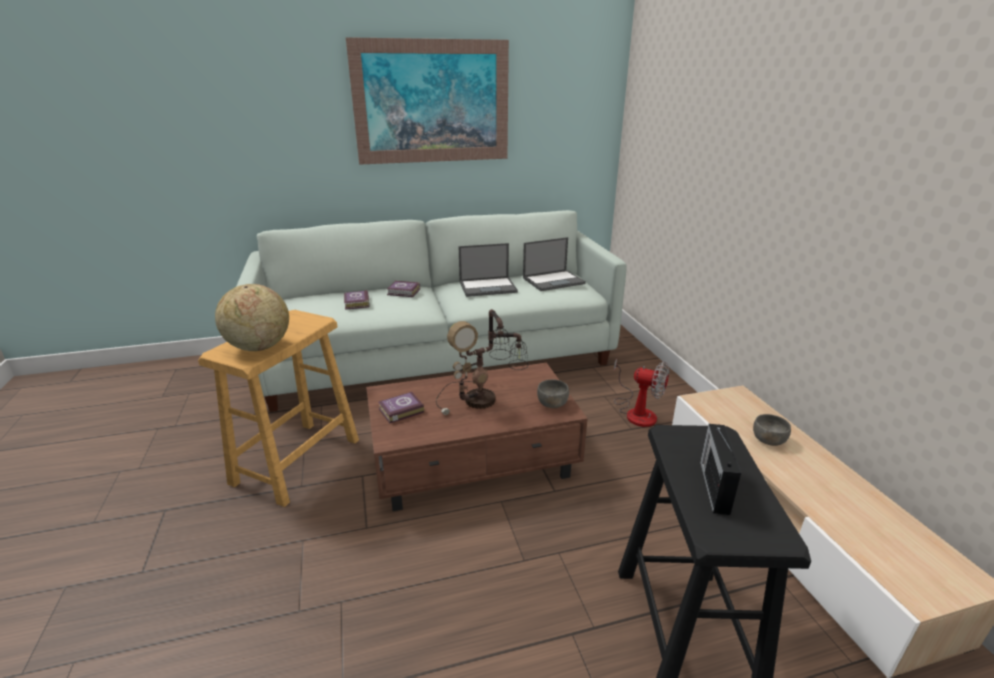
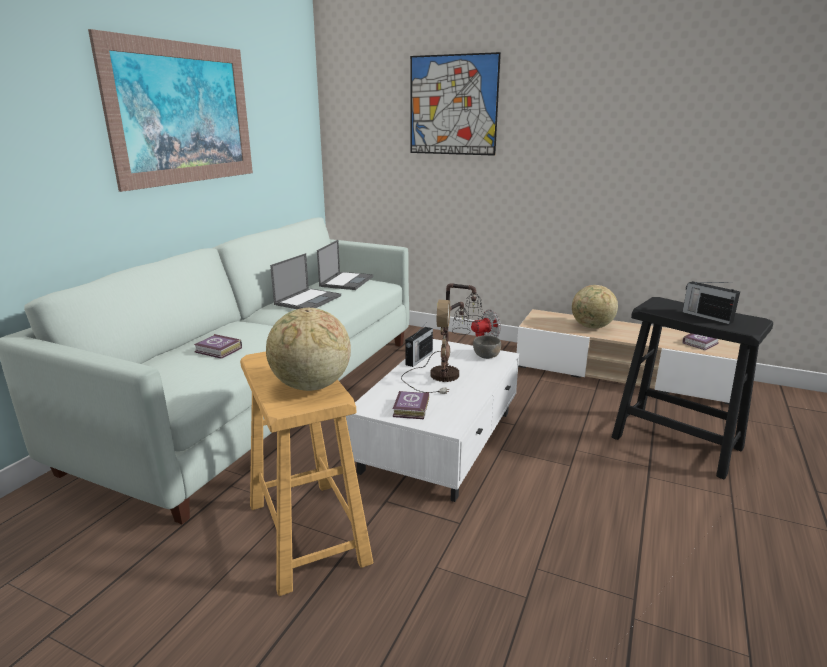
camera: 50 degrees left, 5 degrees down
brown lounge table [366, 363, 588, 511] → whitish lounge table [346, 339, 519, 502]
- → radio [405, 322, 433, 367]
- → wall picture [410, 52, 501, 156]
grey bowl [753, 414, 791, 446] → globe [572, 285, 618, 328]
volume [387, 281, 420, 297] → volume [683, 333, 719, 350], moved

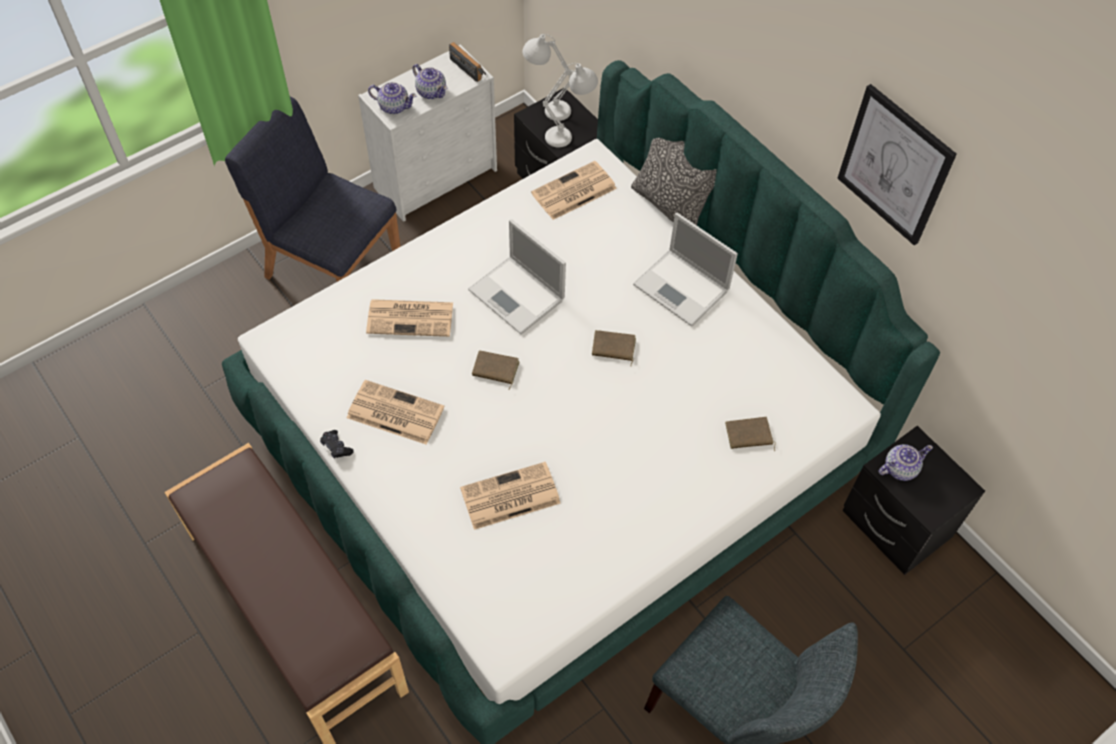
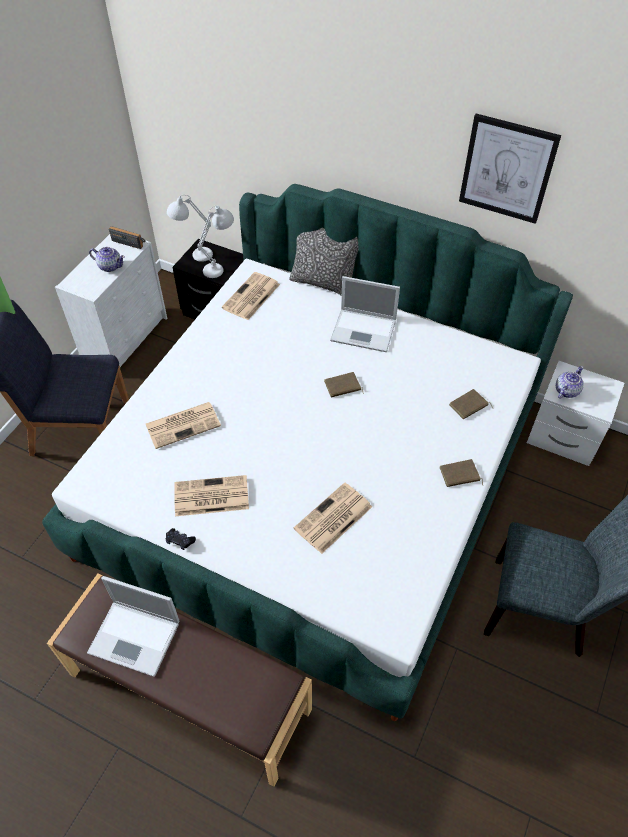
camera: 25 degrees left, 5 degrees down
laptop [468, 219, 566, 335] → laptop [87, 576, 179, 677], moved
brown volume [472, 350, 520, 390] → brown volume [440, 459, 483, 487], moved
black bedside table [843, 426, 985, 575] → whitish bedside table [527, 361, 624, 466]
pot for tea [368, 82, 416, 114] → -

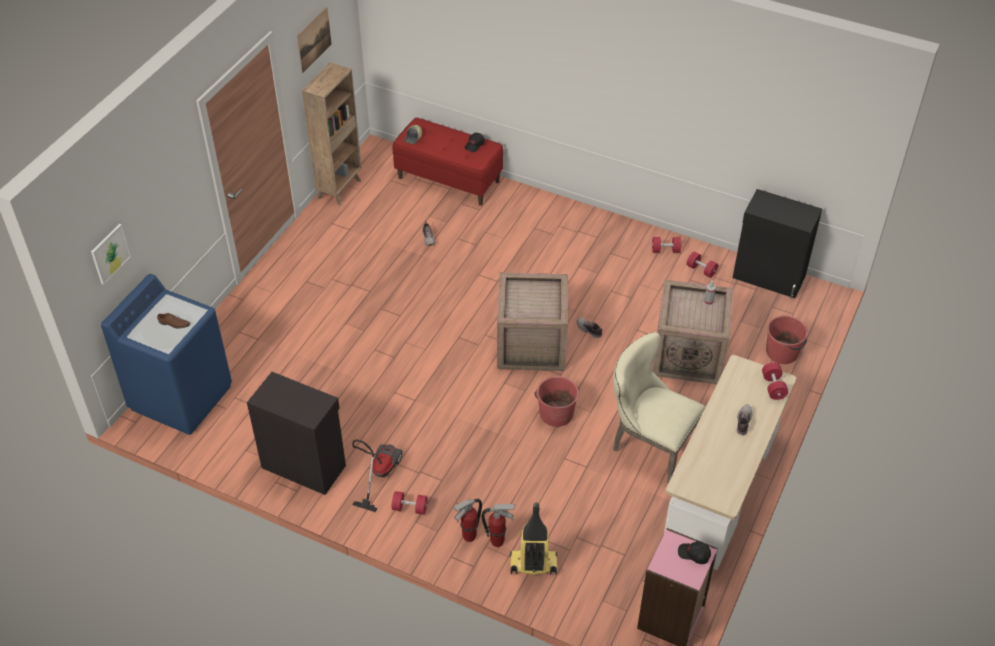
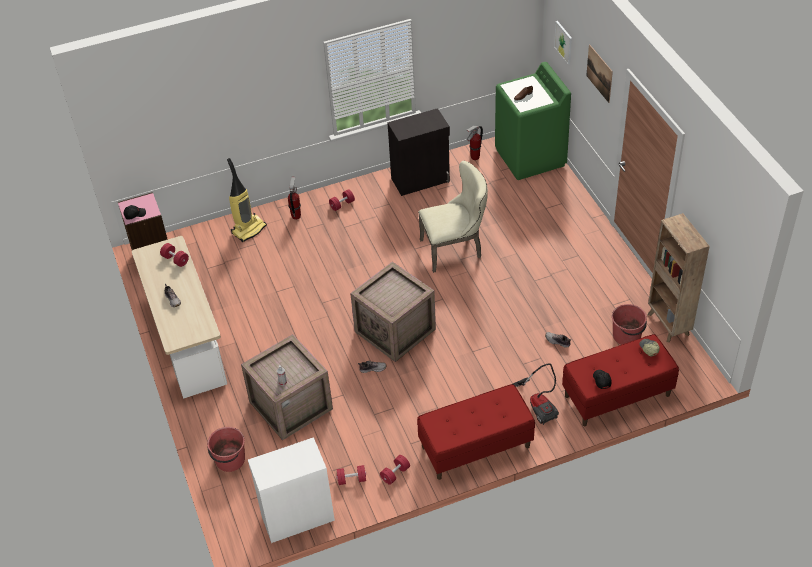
camera: 135 degrees right, 0 degrees up
red hand weight [762, 363, 788, 400] → red hand weight [160, 243, 189, 267], moved
black cupboard [733, 189, 822, 299] → whitish cupboard [248, 437, 335, 543]
- → red bench [417, 384, 535, 480]
beige-coloured chair [613, 332, 706, 483] → beige-coloured chair [418, 161, 488, 273], moved
extinguisher [481, 504, 515, 547] → extinguisher [466, 125, 483, 160], moved
bluish laundry appliance [101, 274, 232, 435] → green-coloured laundry appliance [495, 62, 571, 180]
vacuum [352, 439, 403, 512] → vacuum [513, 363, 559, 425], moved
wall picture [297, 7, 332, 73] → wall picture [586, 44, 613, 103], moved
red pail [535, 376, 580, 427] → red pail [612, 304, 647, 345], moved

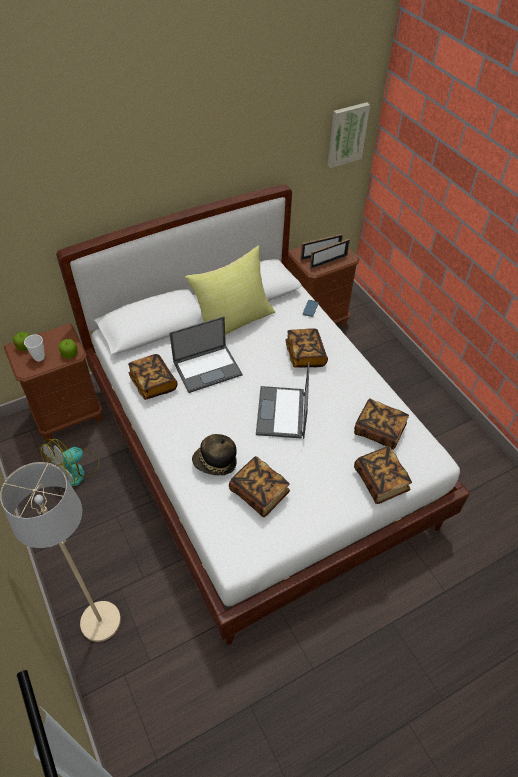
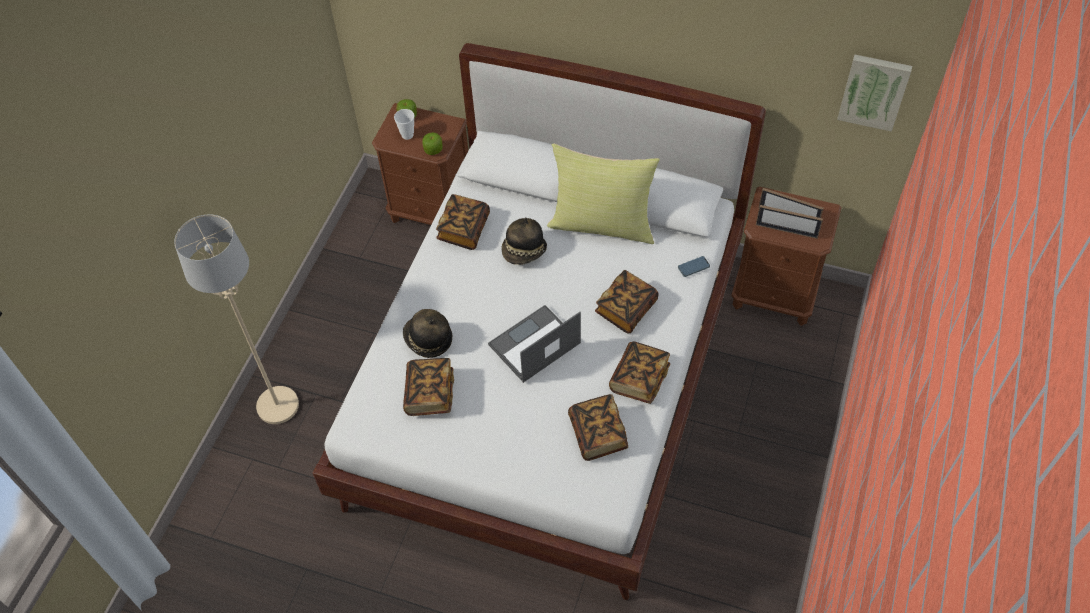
camera: 50 degrees right, 5 degrees up
laptop [170, 316, 242, 393] → hat [502, 218, 547, 265]
volume [354, 446, 412, 504] → volume [609, 341, 670, 404], moved
cooling fan [40, 439, 100, 486] → -

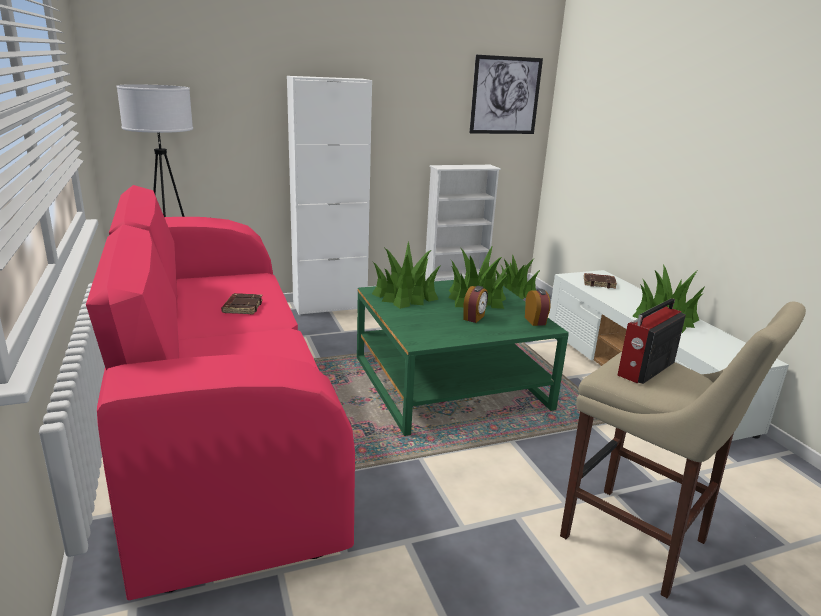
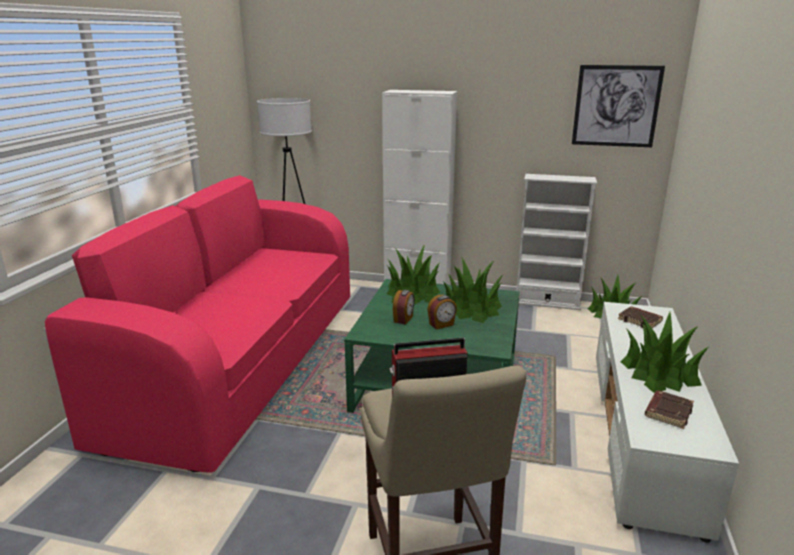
camera: 35 degrees right, 0 degrees up
bedside clock [525, 289, 551, 326] → bedside clock [393, 290, 415, 324], moved
brown volume [221, 293, 263, 315] → brown volume [645, 390, 694, 429], moved

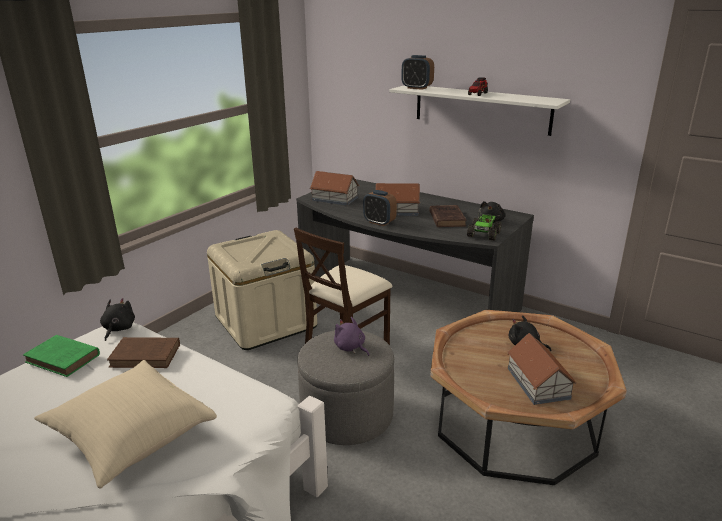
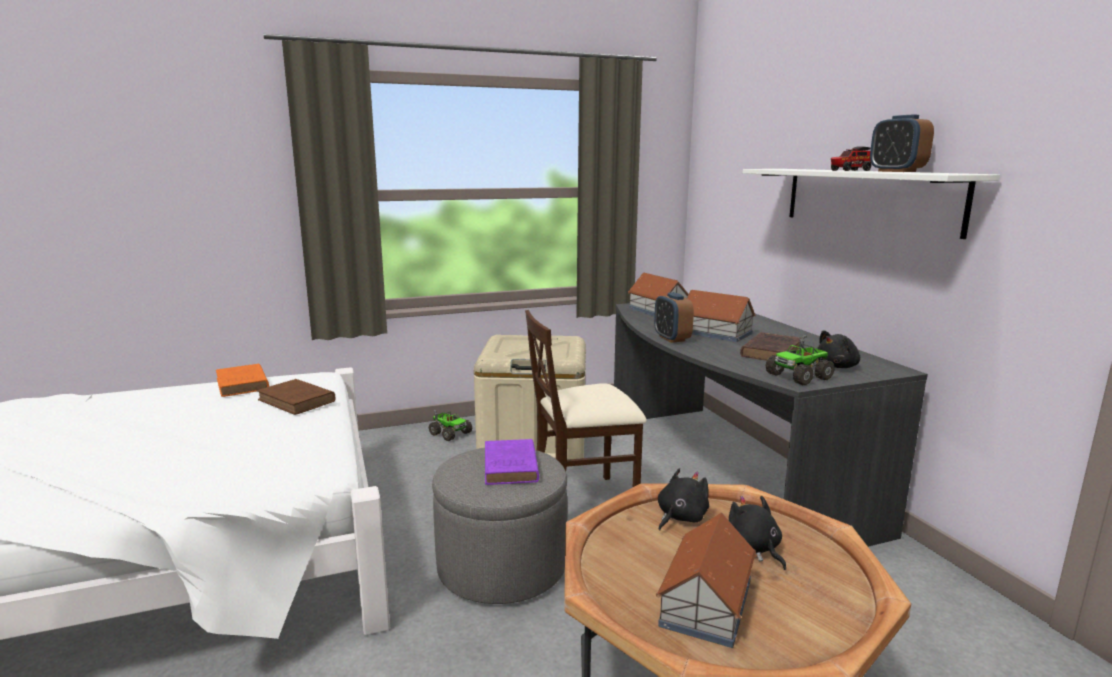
camera: 35 degrees right, 10 degrees down
green-coloured volume [23, 335, 100, 377] → orange volume [216, 364, 269, 397]
- → model truck [429, 410, 472, 441]
purple-coloured plush toy [334, 317, 369, 356] → purple-coloured volume [485, 439, 539, 485]
black plush toy [100, 298, 135, 341] → black plush toy [658, 468, 709, 531], moved
bedside clock [401, 55, 434, 90] → bedside clock [870, 115, 934, 172], moved
beige-coloured pillow [34, 360, 217, 488] → -

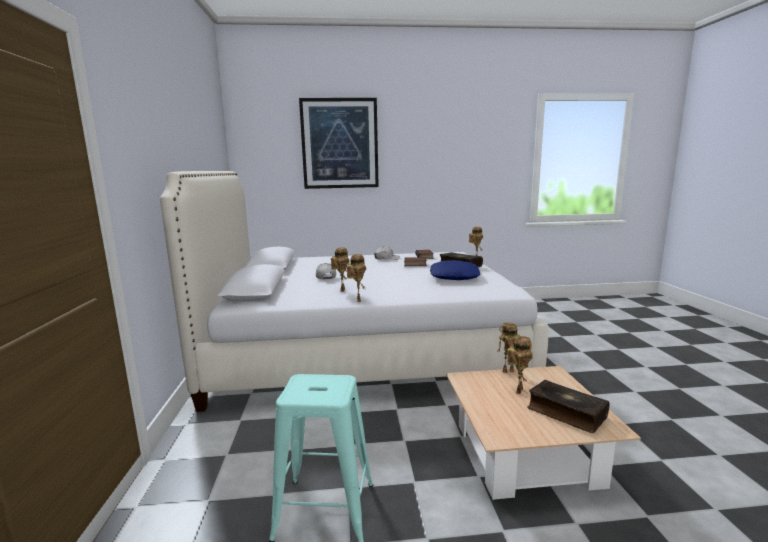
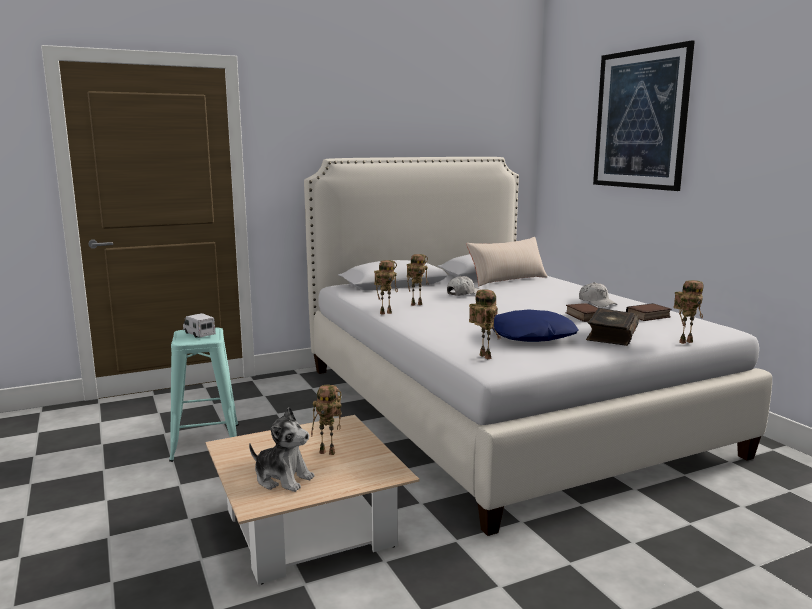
camera: 70 degrees right, 0 degrees up
- → model truck [183, 313, 216, 338]
volume [527, 380, 610, 433] → plush toy [249, 407, 315, 492]
- → beige-coloured pillow [466, 237, 547, 286]
robot figure [497, 322, 520, 373] → robot figure [469, 289, 501, 359], moved

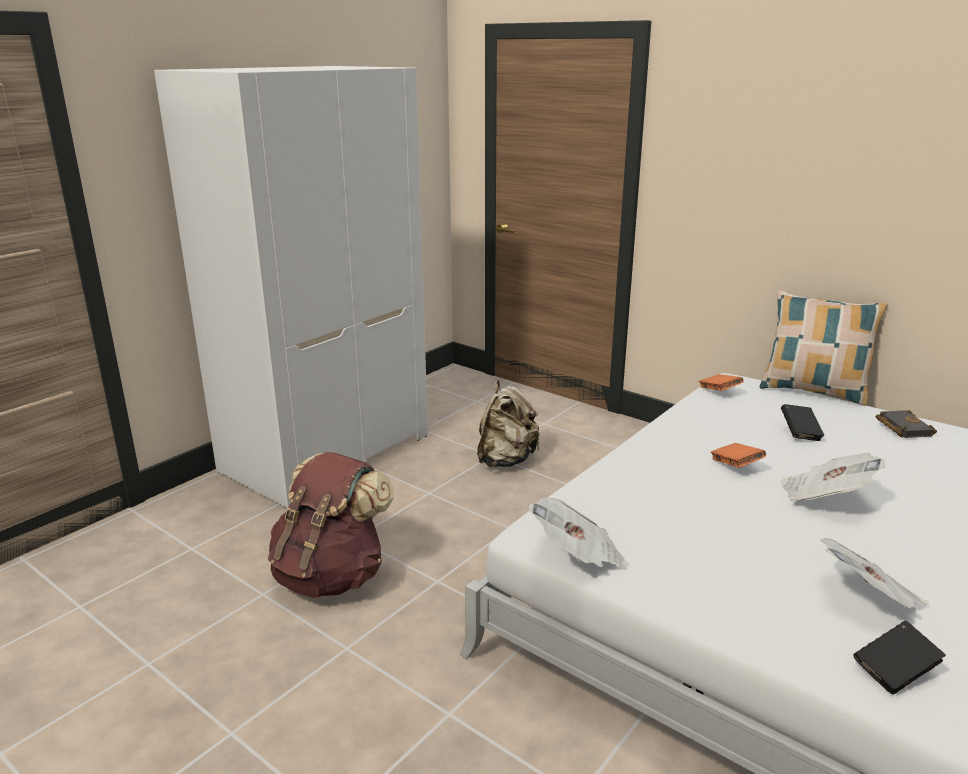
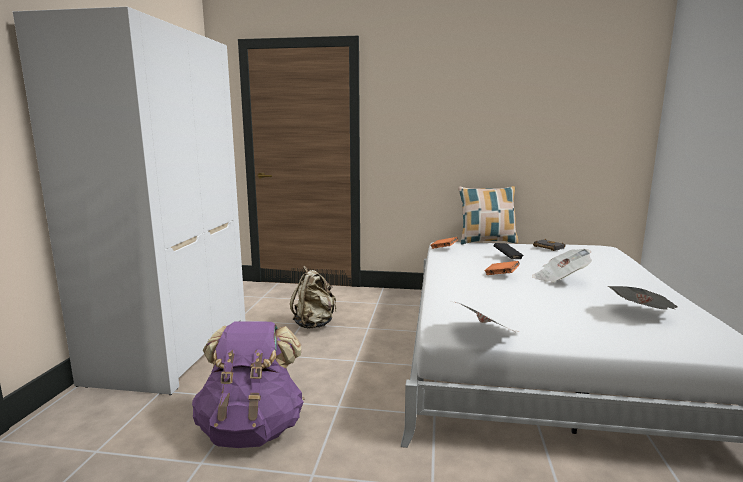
camera: 30 degrees left, 10 degrees down
brown rucksack [268, 452, 394, 598] → purple-coloured rucksack [192, 321, 305, 448]
black volume [854, 621, 946, 695] → -

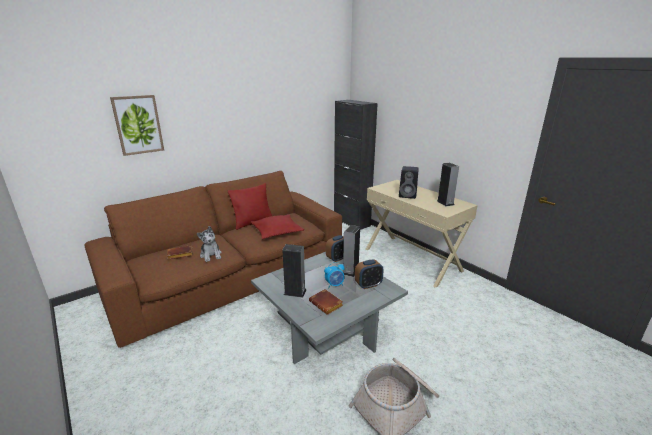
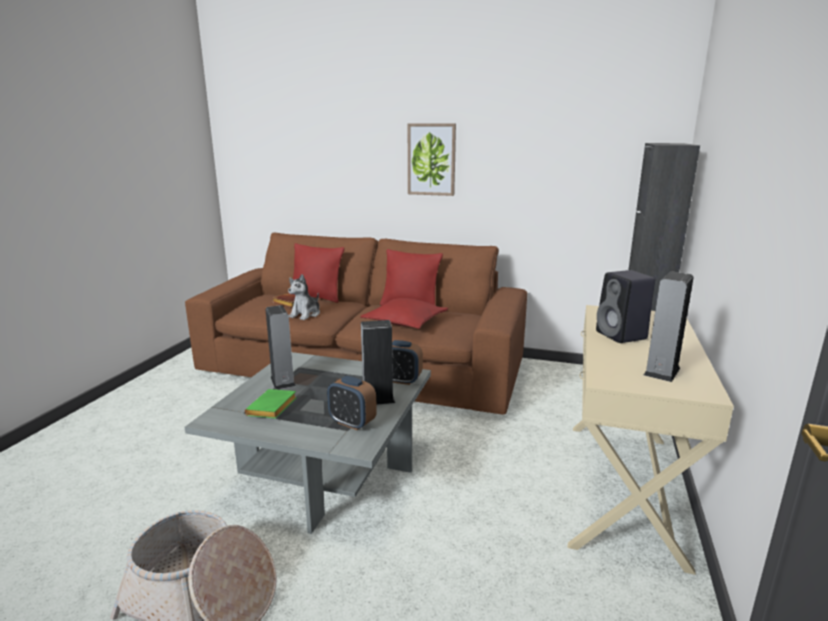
camera: 55 degrees right, 5 degrees down
brown volume [309, 289, 343, 315] → green-coloured volume [245, 389, 297, 419]
- → red pillow [292, 243, 344, 303]
wall picture [110, 95, 164, 156] → wall picture [408, 123, 456, 196], moved
bedside clock [324, 262, 345, 288] → -

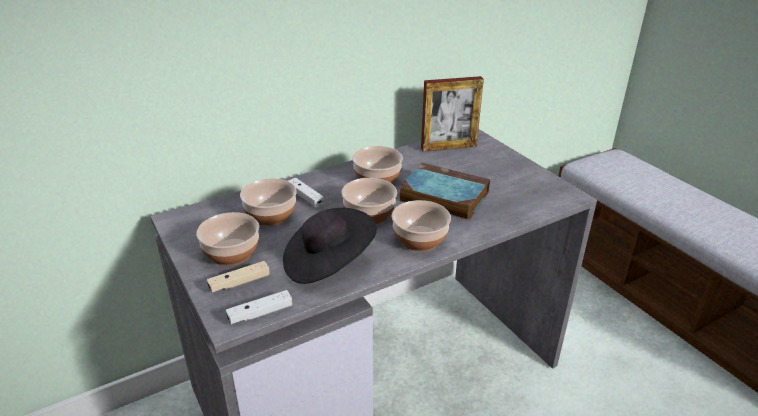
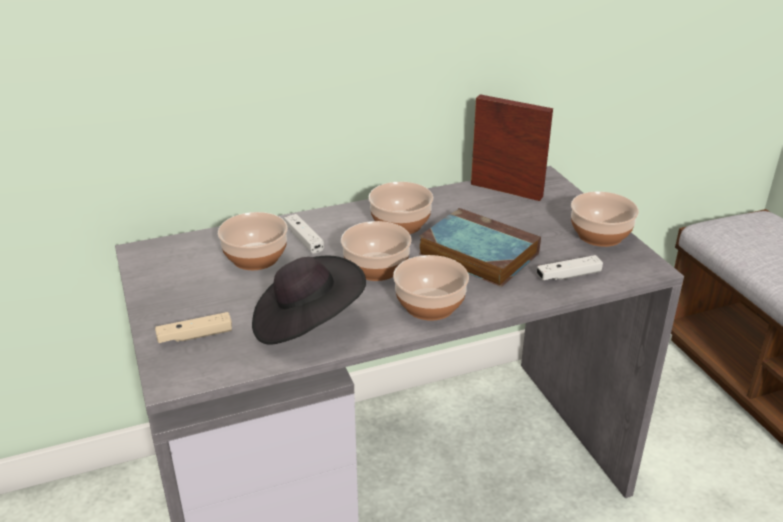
camera: 10 degrees right, 0 degrees up
photo frame [421, 76, 484, 152] → photo frame [471, 94, 553, 201], 150 degrees counterclockwise
whitish joypad [226, 290, 292, 324] → whitish joypad [537, 255, 603, 280], moved
bowl [196, 212, 259, 266] → bowl [571, 192, 639, 247], moved

